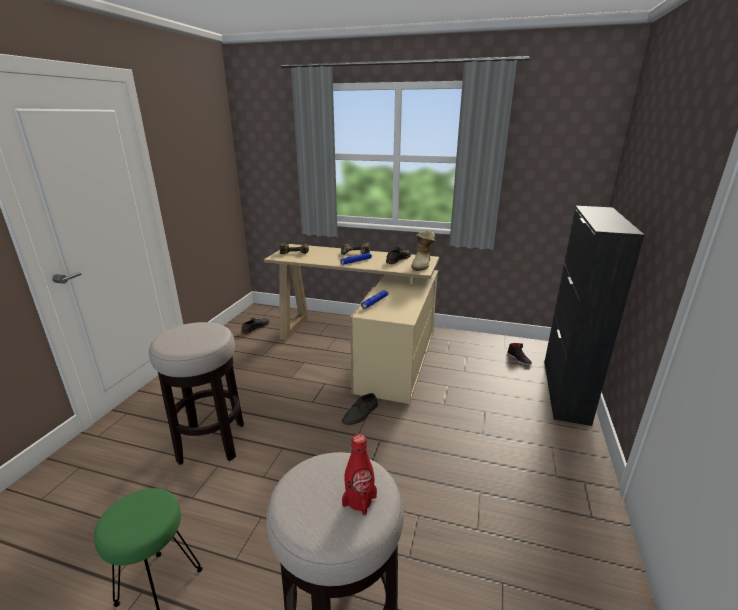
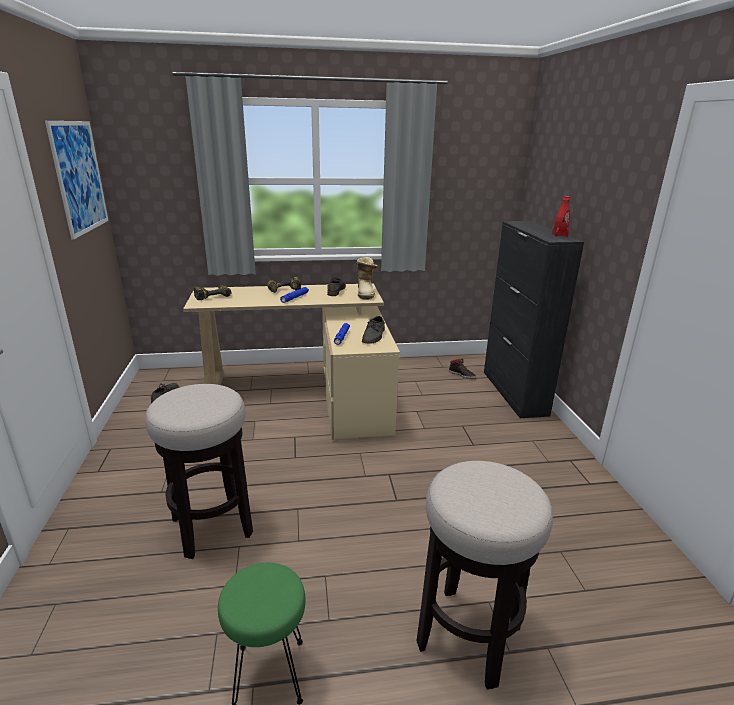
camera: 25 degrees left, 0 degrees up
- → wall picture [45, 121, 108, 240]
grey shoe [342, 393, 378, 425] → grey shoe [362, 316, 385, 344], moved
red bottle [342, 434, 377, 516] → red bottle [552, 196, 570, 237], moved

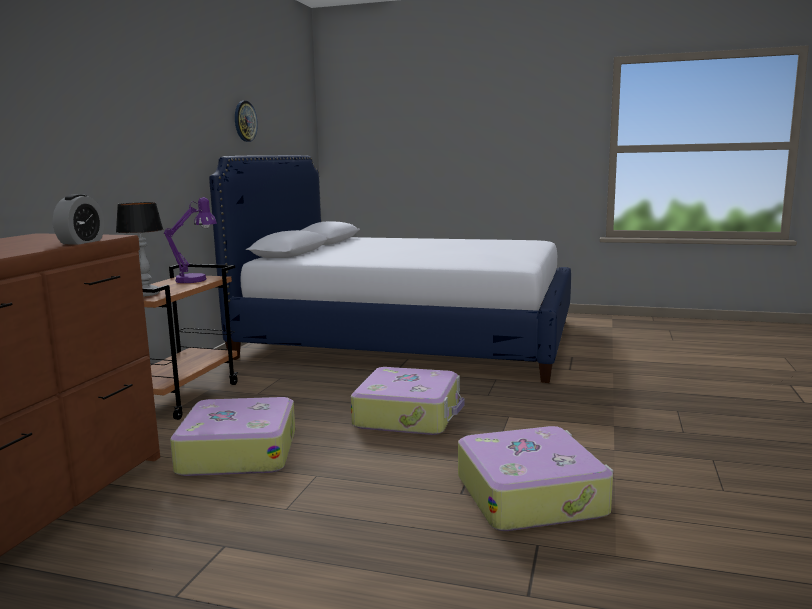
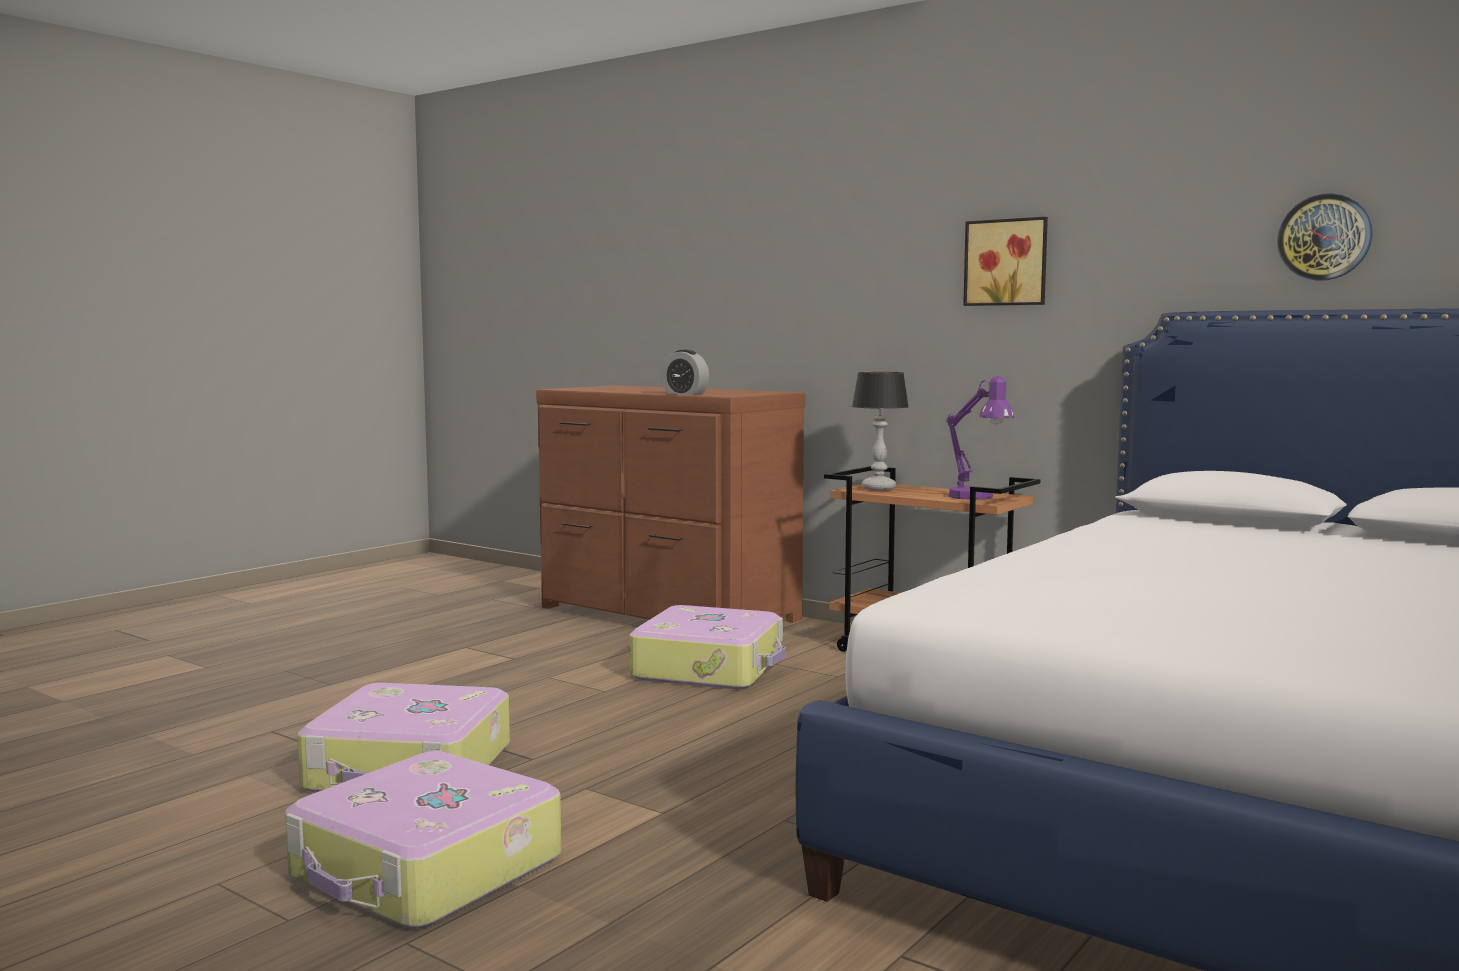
camera: 110 degrees right, 5 degrees down
travel case [351, 367, 465, 435] → travel case [285, 751, 561, 928], moved
- → wall picture [963, 217, 1048, 306]

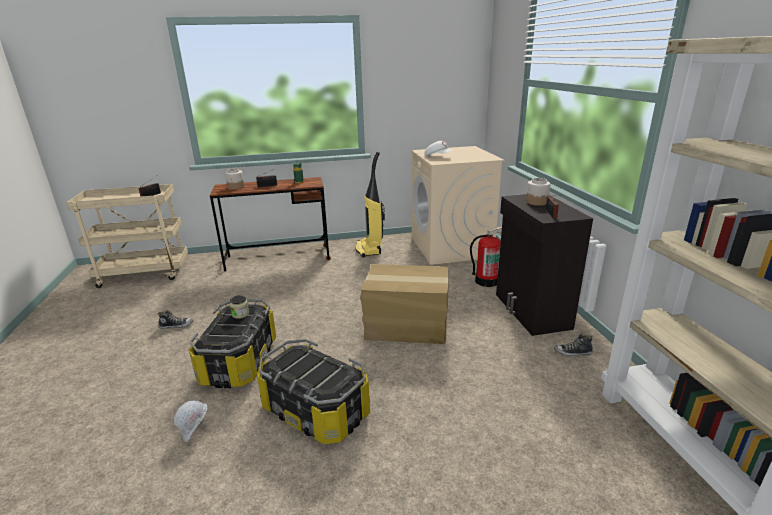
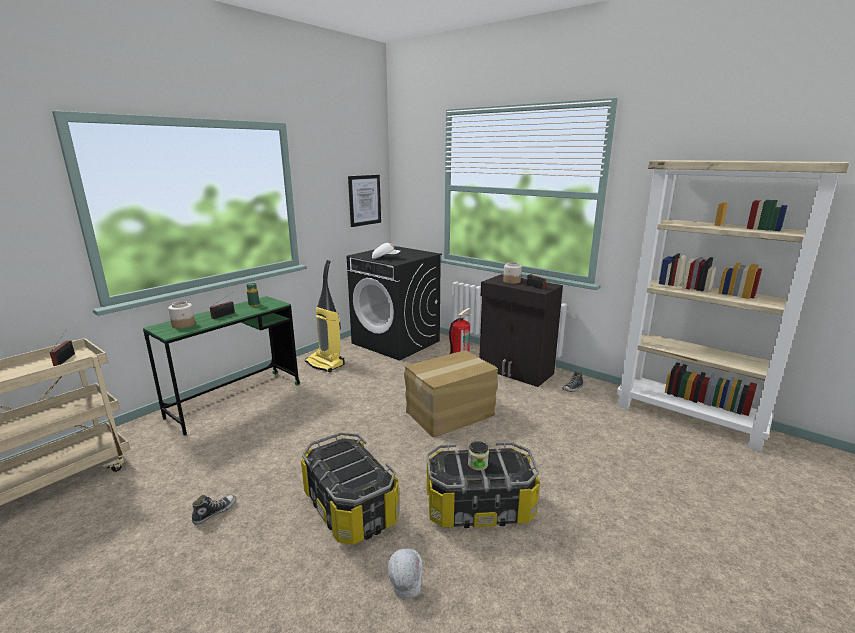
camera: 40 degrees left, 5 degrees down
brown desk unit [210, 177, 331, 271] → green-coloured desk unit [143, 296, 300, 436]
beige-coloured laundry appliance [412, 146, 504, 265] → black laundry appliance [347, 246, 442, 361]
- → wall picture [348, 175, 381, 227]
jar [230, 295, 249, 319] → jar [468, 441, 489, 471], moved

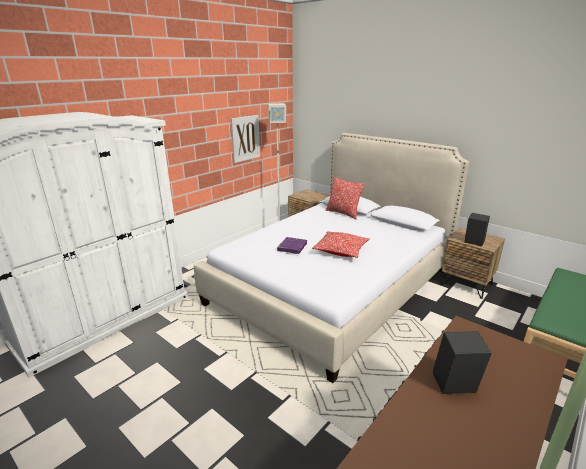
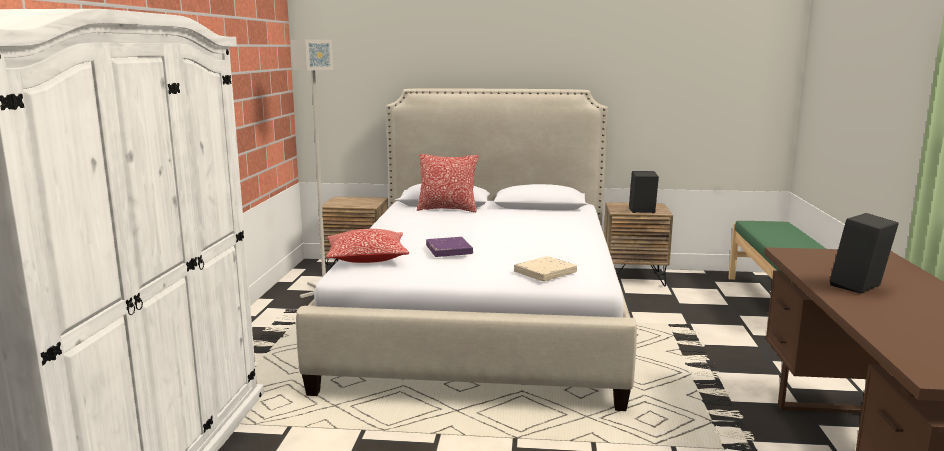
camera: 35 degrees left, 10 degrees down
pillow [312, 231, 370, 258] → pillow [326, 229, 409, 263], moved
- → beige-coloured volume [514, 256, 577, 281]
wall picture [231, 115, 260, 163] → -

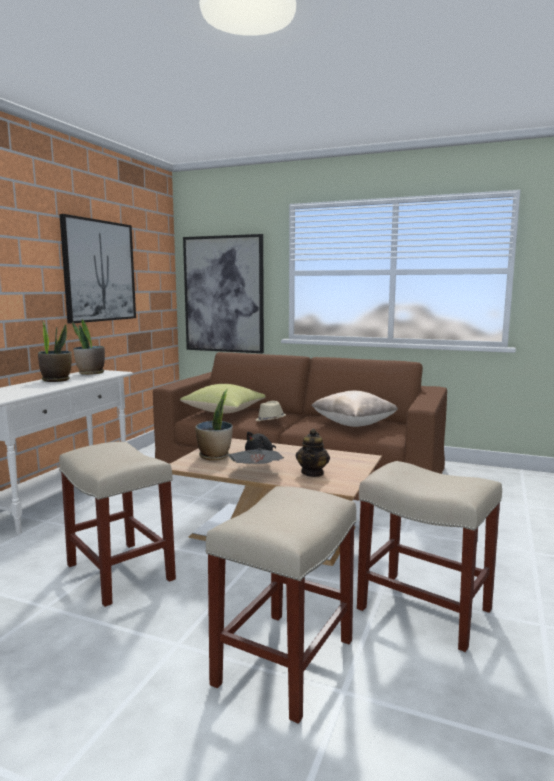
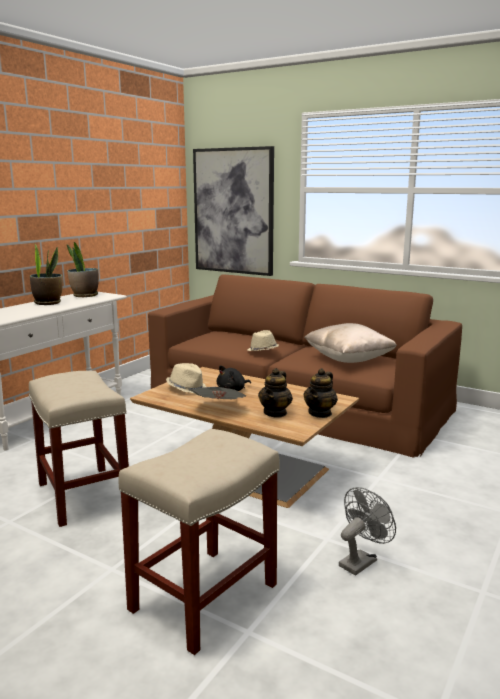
camera: 10 degrees right, 5 degrees up
plant in a pot [195, 389, 233, 460] → beige-coloured hat [166, 363, 206, 393]
- → pot for tea [304, 368, 338, 418]
beige-coloured sitting stool [357, 461, 502, 652] → grey cooling fan [339, 487, 396, 576]
wall picture [59, 214, 136, 324] → -
yellow pillow [180, 384, 266, 414] → -

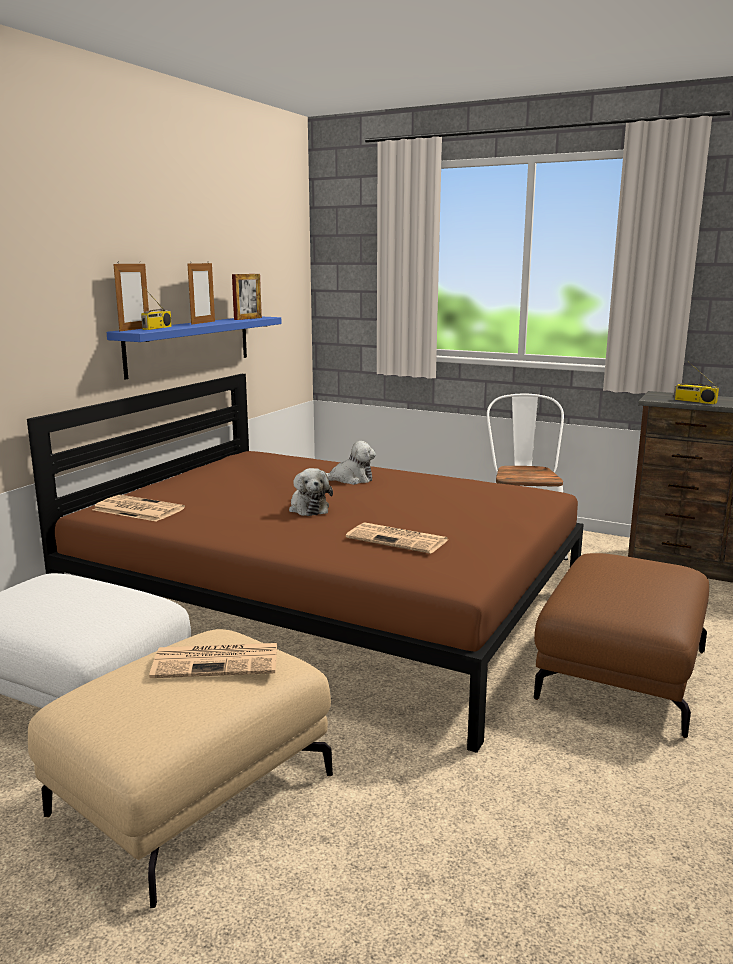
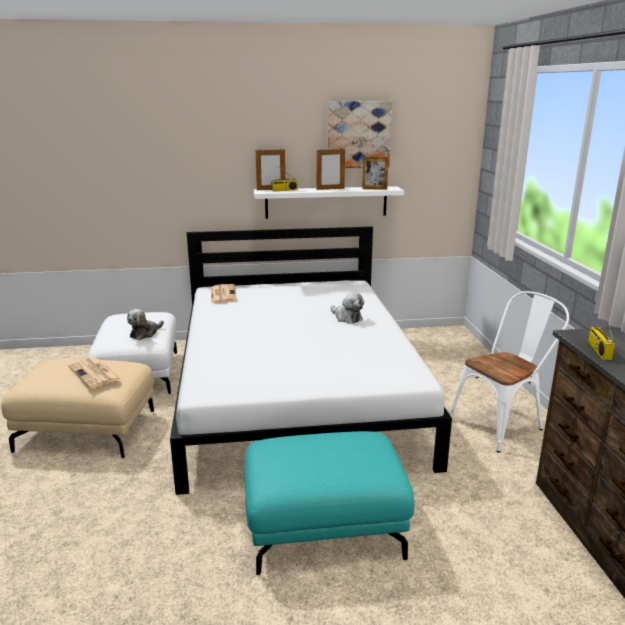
camera: 55 degrees right, 5 degrees up
plush toy [289, 468, 333, 516] → plush toy [127, 309, 164, 340], moved
brown bedroom bed [27, 374, 584, 753] → whitish bedroom bed [170, 226, 452, 495]
brown pouffe [534, 553, 709, 738] → blue-green pouffe [245, 431, 414, 575]
bluish shelf [107, 317, 282, 380] → whitish shelf [254, 186, 404, 219]
- → wall picture [327, 101, 392, 168]
daily paper [346, 522, 448, 554] → -

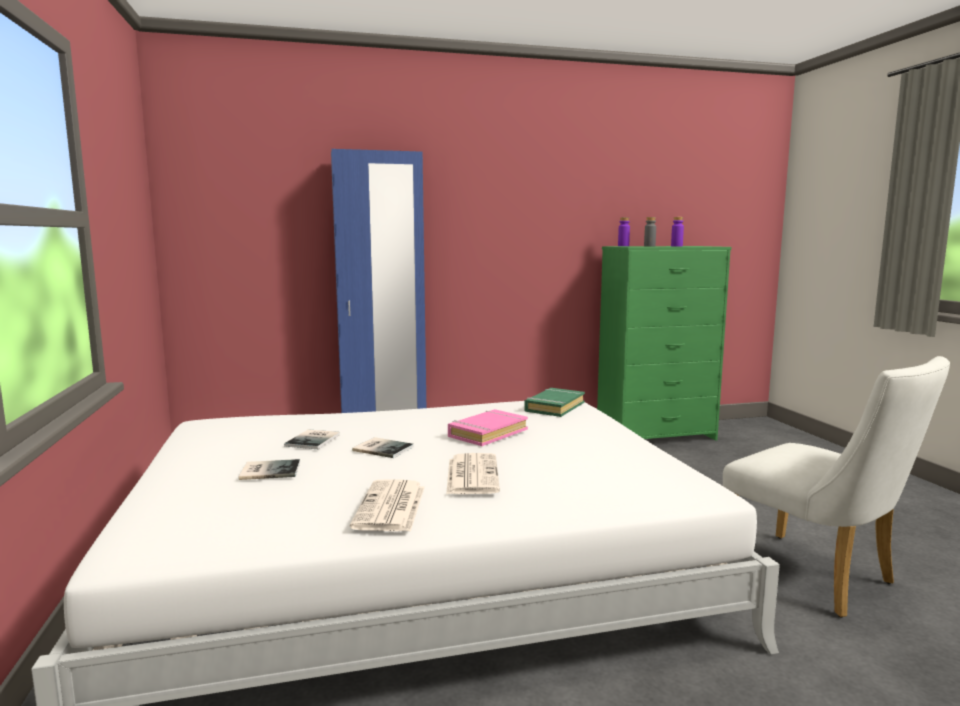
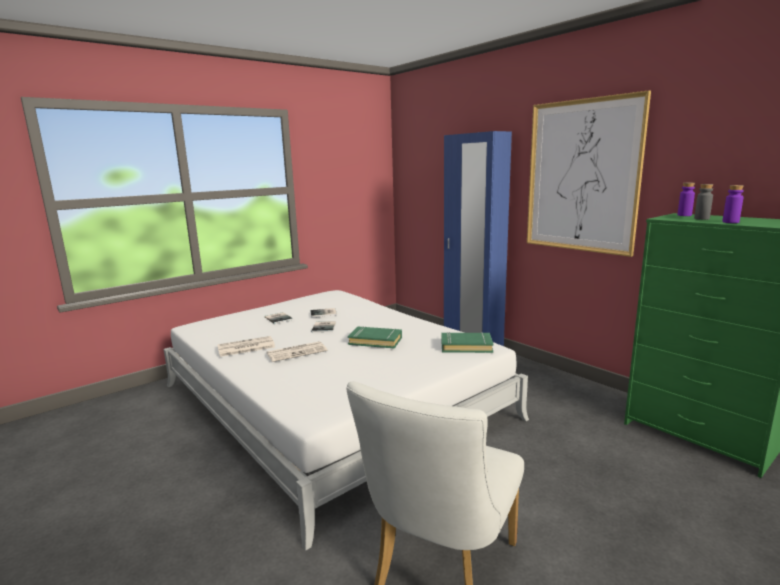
camera: 65 degrees right, 5 degrees up
pink-coloured volume [448, 409, 528, 446] → green-coloured volume [348, 326, 402, 349]
- → wall picture [527, 90, 651, 257]

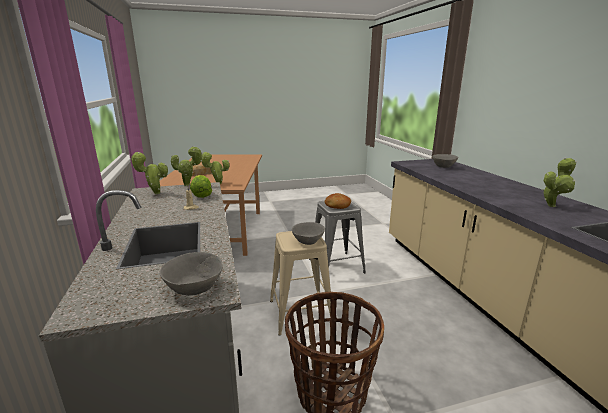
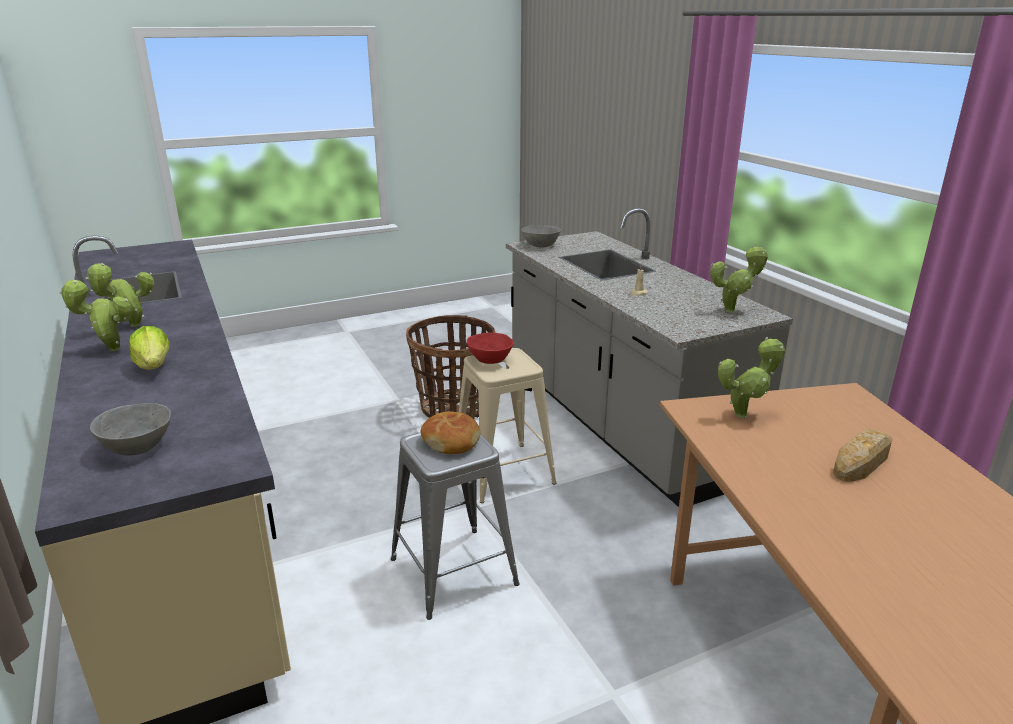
camera: 170 degrees right, 5 degrees up
plant in a pot [171, 146, 203, 186] → plant in a pot [59, 279, 132, 351], moved
lettuce [190, 175, 212, 198] → lettuce [129, 326, 170, 370], moved
grey bowl [292, 222, 325, 245] → red bowl [467, 333, 514, 364]

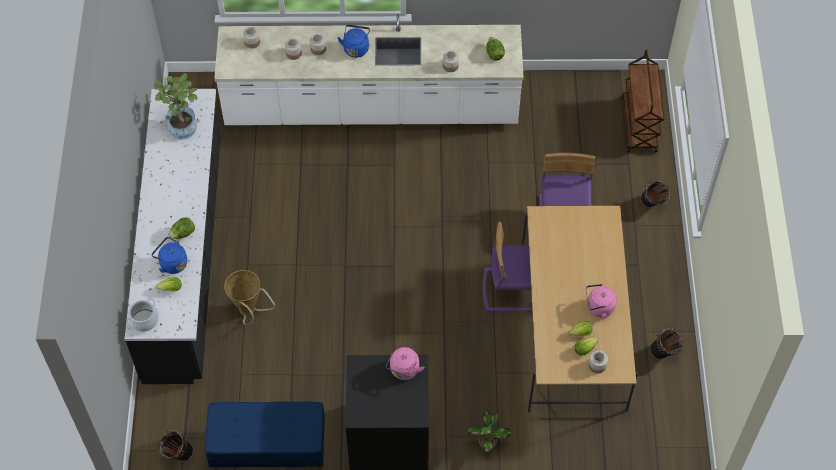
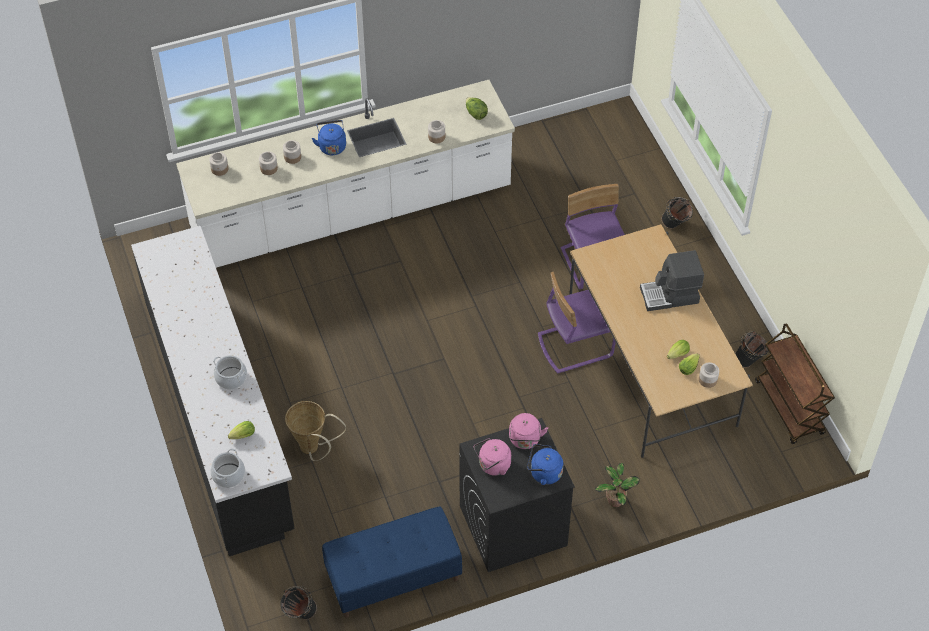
camera: 20 degrees left, 5 degrees down
lettuce [168, 217, 195, 239] → cooking pot [213, 355, 247, 390]
pink-coloured kettle [586, 284, 617, 319] → pink-coloured kettle [474, 438, 511, 476], moved
bluish kettle [152, 237, 187, 274] → bluish kettle [527, 444, 563, 485], moved
- → coffee brewer [640, 250, 704, 311]
brown cart [622, 50, 664, 153] → brown cart [755, 323, 835, 444], moved
plant in a pot [154, 73, 197, 140] → -

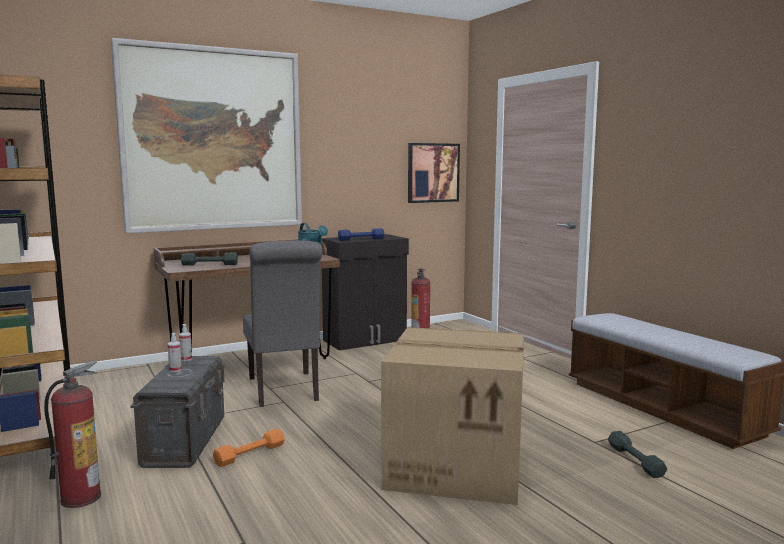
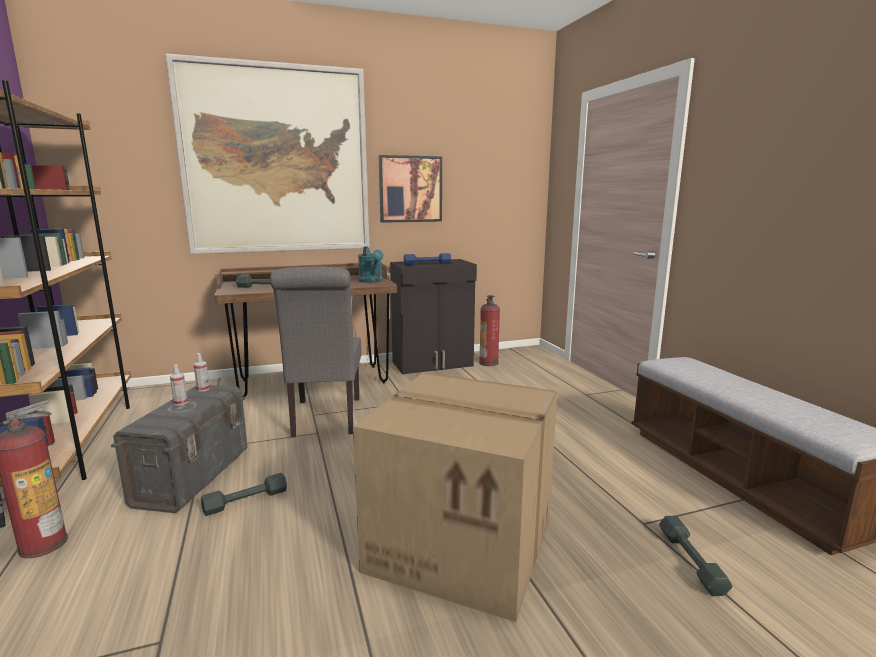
camera: 10 degrees right, 5 degrees up
orange hand weight [213, 429, 285, 467] → grey hand weight [201, 473, 287, 516]
wall picture [408, 143, 460, 203] → wall picture [378, 155, 442, 223], moved

